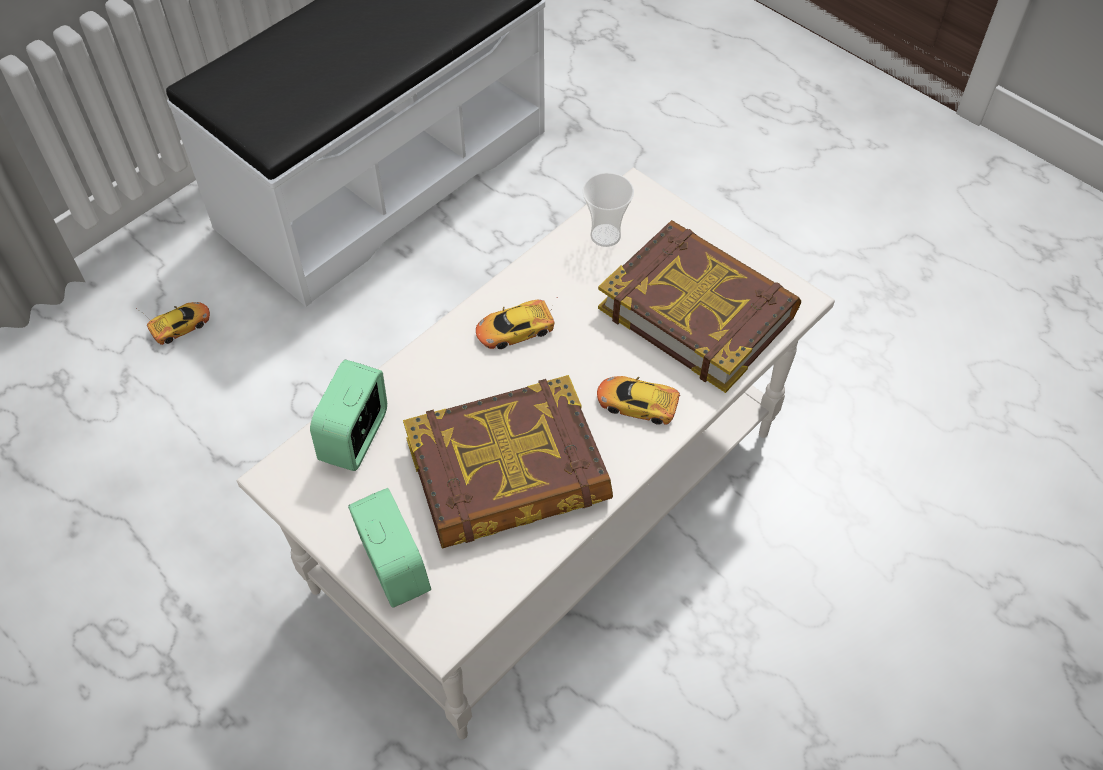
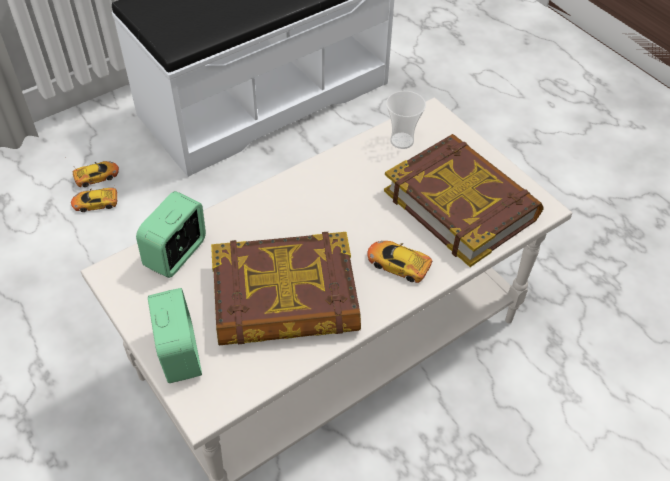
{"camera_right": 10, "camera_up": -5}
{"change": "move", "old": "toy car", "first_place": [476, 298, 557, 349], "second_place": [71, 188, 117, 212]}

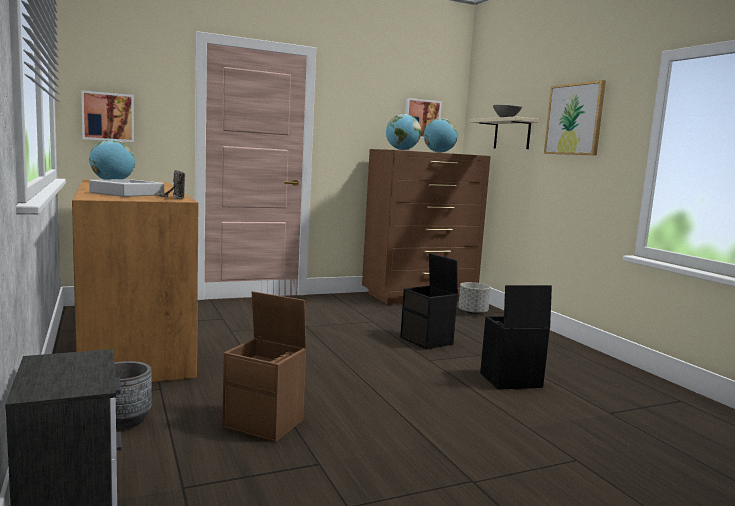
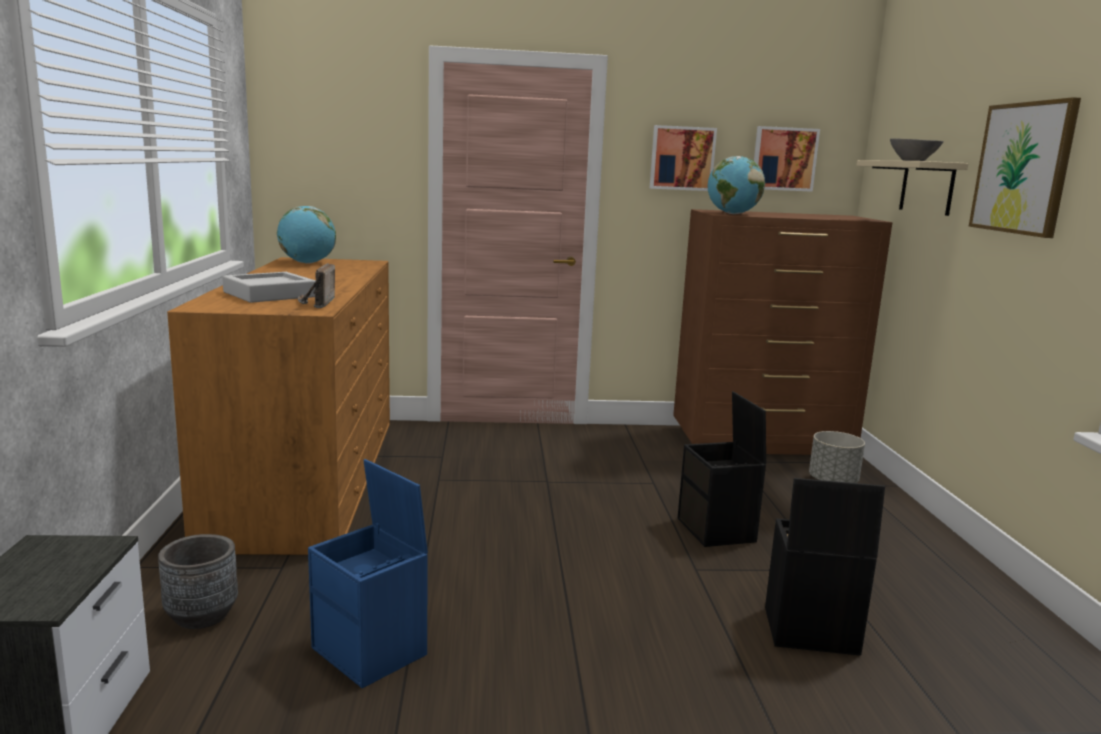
{"camera_right": 20, "camera_up": 5}
{"change": "move", "old": "picture", "first_place": [81, 90, 134, 142], "second_place": [650, 125, 717, 191]}
{"change": "delete", "old": "globe", "first_place": [424, 118, 457, 153]}
{"change": "recolor", "old": "brown storage box", "new": "blue storage box", "first_place": [222, 291, 306, 442], "second_place": [308, 459, 428, 688]}

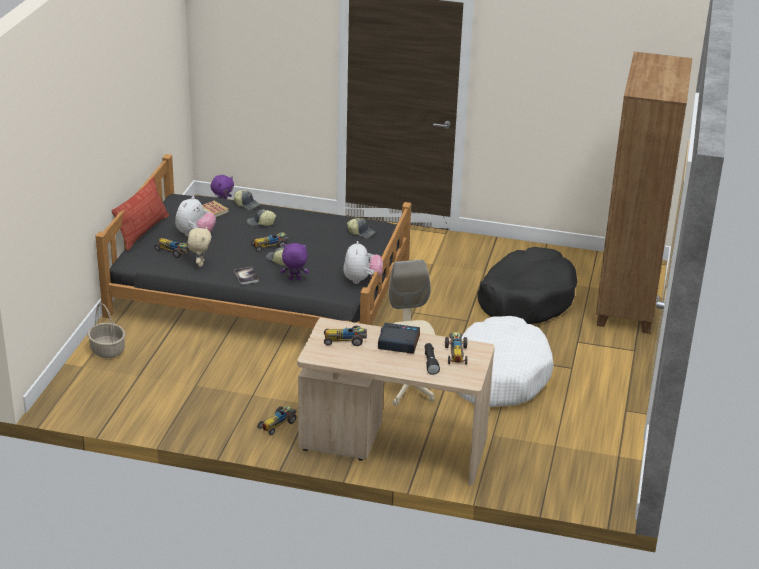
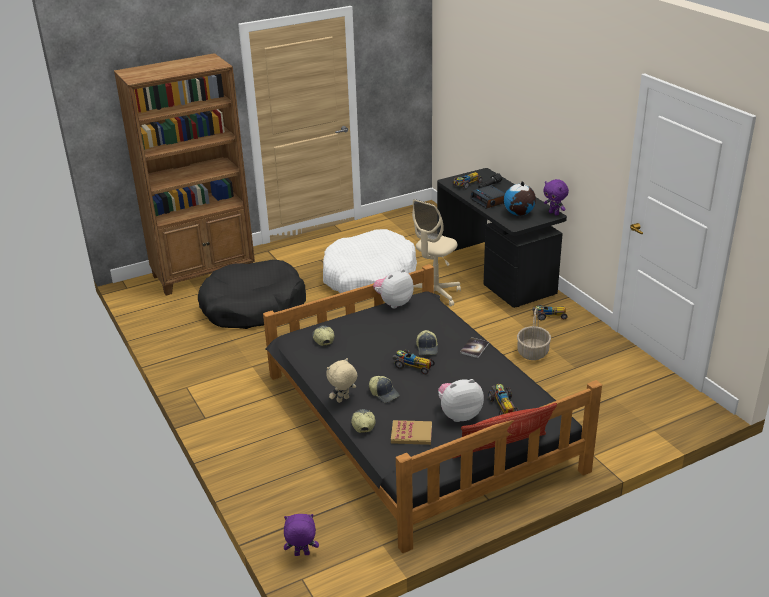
{"camera_right": -130, "camera_up": 0}
{"change": "move", "old": "beige plush toy", "first_place": [187, 227, 211, 267], "second_place": [326, 358, 358, 403]}
{"change": "move", "old": "purple plush toy", "first_place": [281, 243, 309, 280], "second_place": [543, 179, 569, 216]}
{"change": "move", "old": "basket", "first_place": [88, 303, 125, 358], "second_place": [517, 308, 551, 360]}
{"change": "recolor", "old": "beige desk", "new": "black desk", "first_place": [297, 318, 495, 485], "second_place": [437, 168, 567, 308]}
{"change": "replace", "old": "toy car", "new": "globe", "first_place": [324, 326, 367, 346], "second_place": [504, 181, 536, 216]}

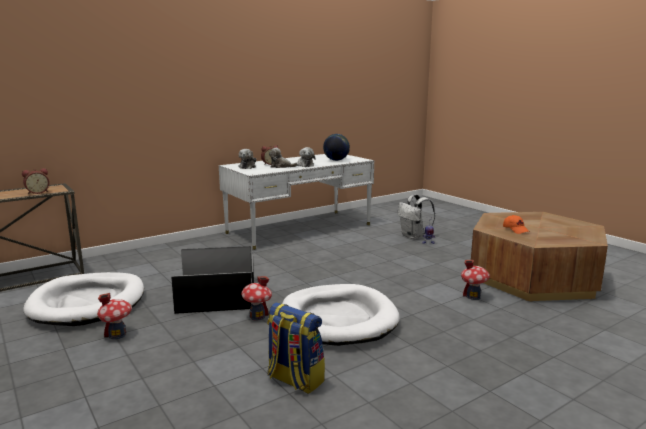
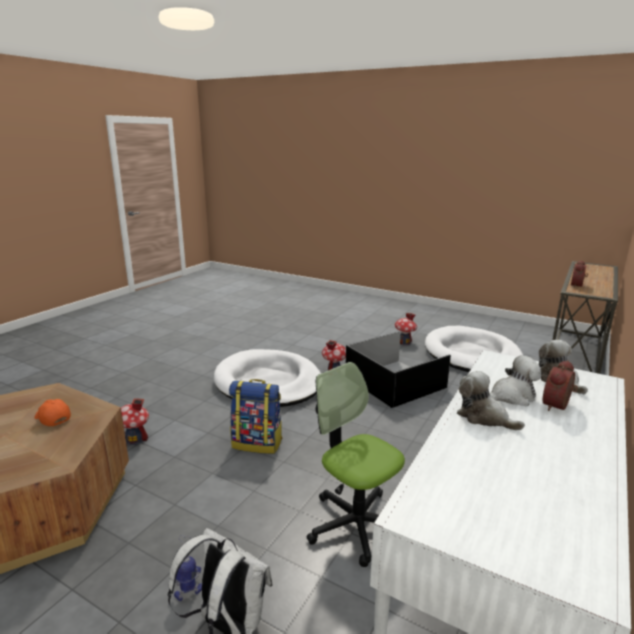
{"camera_right": 155, "camera_up": 5}
{"change": "delete", "old": "globe", "first_place": [323, 134, 350, 161]}
{"change": "move", "old": "backpack", "first_place": [267, 302, 325, 394], "second_place": [229, 379, 282, 454]}
{"change": "insert", "new": "office chair", "second_place": [306, 362, 405, 567]}

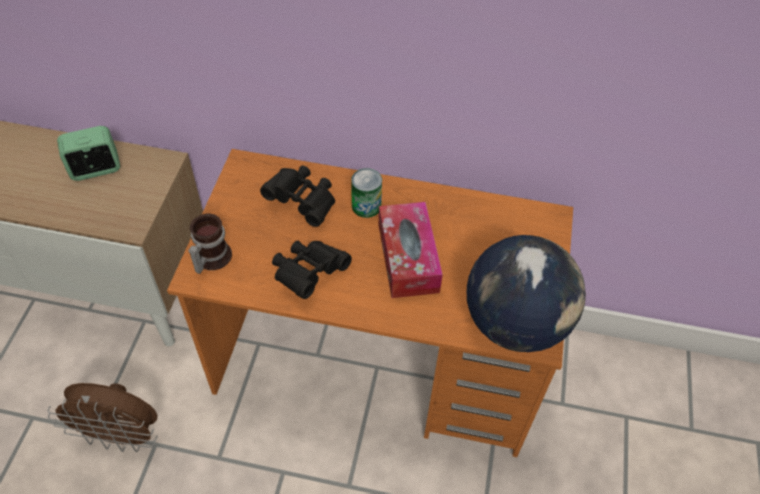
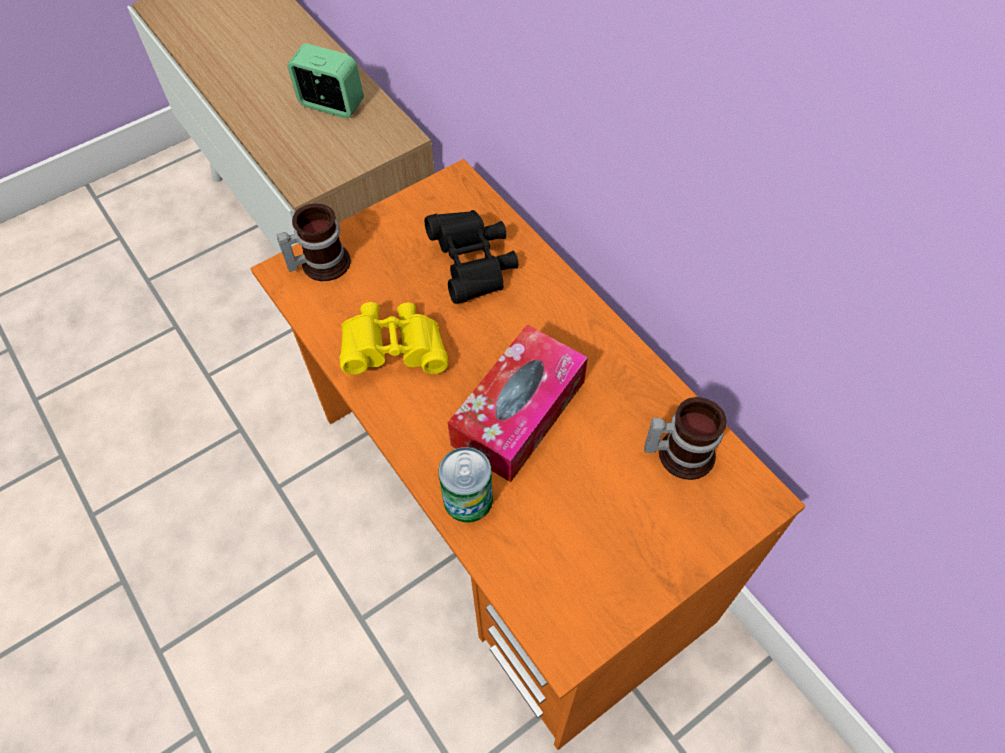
{"camera_right": 45, "camera_up": 5}
{"change": "move", "old": "can", "first_place": [351, 168, 382, 218], "second_place": [439, 447, 493, 523]}
{"change": "delete", "old": "globe", "first_place": [467, 235, 586, 352]}
{"change": "recolor", "old": "black binoculars", "new": "yellow binoculars", "first_place": [272, 241, 352, 299], "second_place": [339, 302, 448, 375]}
{"change": "delete", "old": "brown fan", "first_place": [48, 383, 158, 452]}
{"change": "insert", "new": "mug", "second_place": [644, 397, 727, 480]}

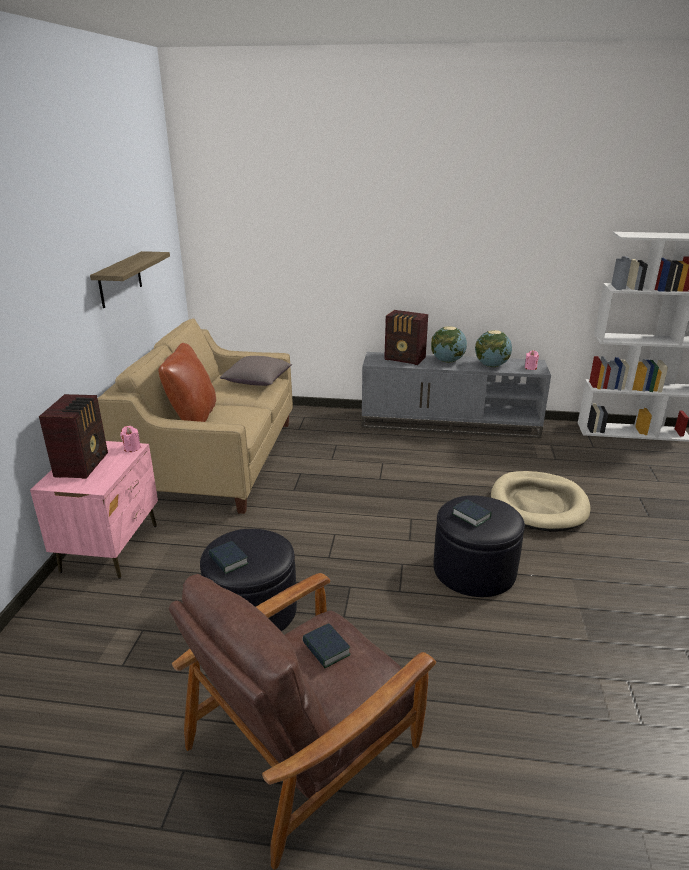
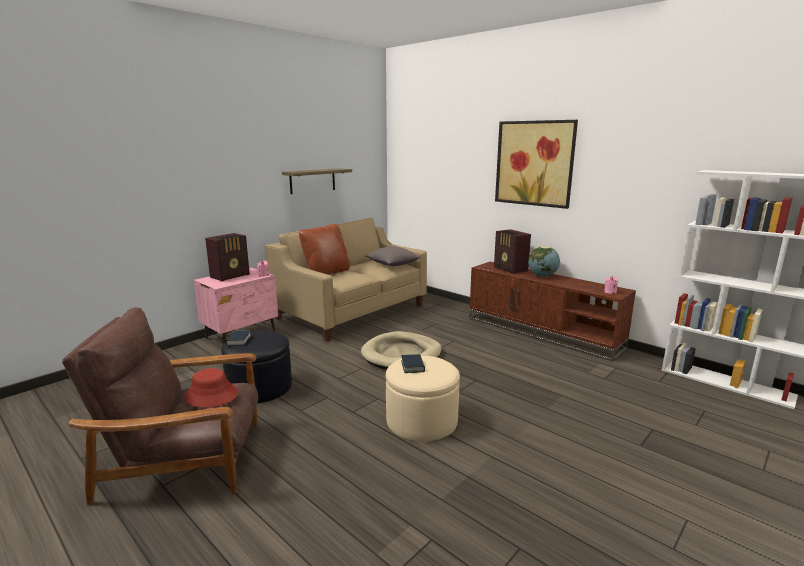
{"camera_right": 35, "camera_up": -10}
{"change": "delete", "old": "globe", "first_place": [475, 330, 512, 367]}
{"change": "recolor", "old": "grey tv stand", "new": "brown tv stand", "first_place": [362, 352, 551, 438], "second_place": [469, 262, 636, 362]}
{"change": "move", "old": "beige dog bed", "first_place": [491, 471, 590, 532], "second_place": [361, 331, 442, 369]}
{"change": "recolor", "old": "black ottoman", "new": "beige ottoman", "first_place": [434, 495, 525, 597], "second_place": [386, 356, 460, 442]}
{"change": "replace", "old": "book", "new": "red hat", "first_place": [303, 623, 351, 668], "second_place": [184, 368, 238, 407]}
{"change": "insert", "new": "picture", "second_place": [495, 120, 578, 209]}

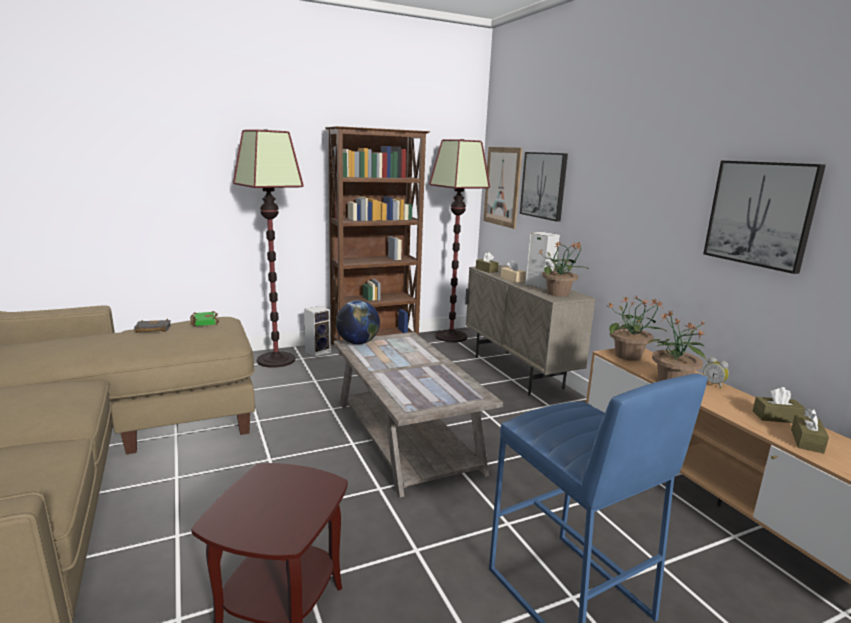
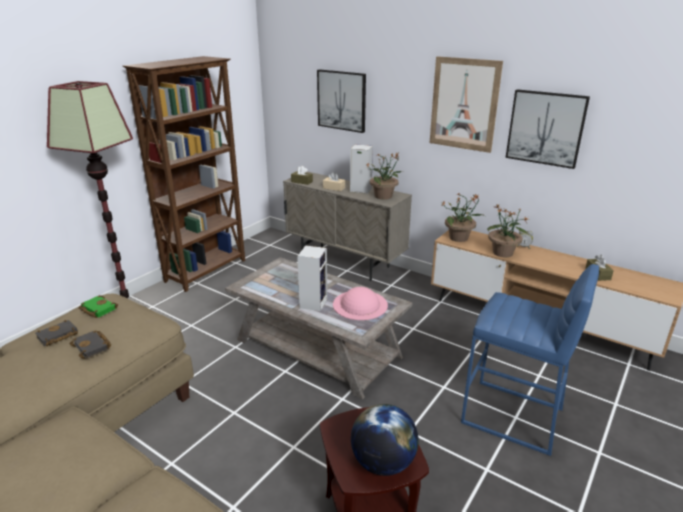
{"camera_right": -30, "camera_up": 10}
{"change": "delete", "old": "floor lamp", "first_place": [429, 139, 490, 342]}
{"change": "move", "old": "picture", "first_place": [483, 147, 522, 229], "second_place": [430, 56, 503, 153]}
{"change": "move", "old": "globe", "first_place": [336, 300, 380, 344], "second_place": [351, 404, 419, 476]}
{"change": "move", "old": "speaker", "first_place": [304, 306, 331, 357], "second_place": [297, 245, 327, 311]}
{"change": "delete", "old": "brown tissue box", "first_place": [753, 387, 806, 423]}
{"change": "insert", "new": "pink hat", "second_place": [333, 287, 388, 320]}
{"change": "insert", "new": "black book", "second_place": [70, 331, 111, 359]}

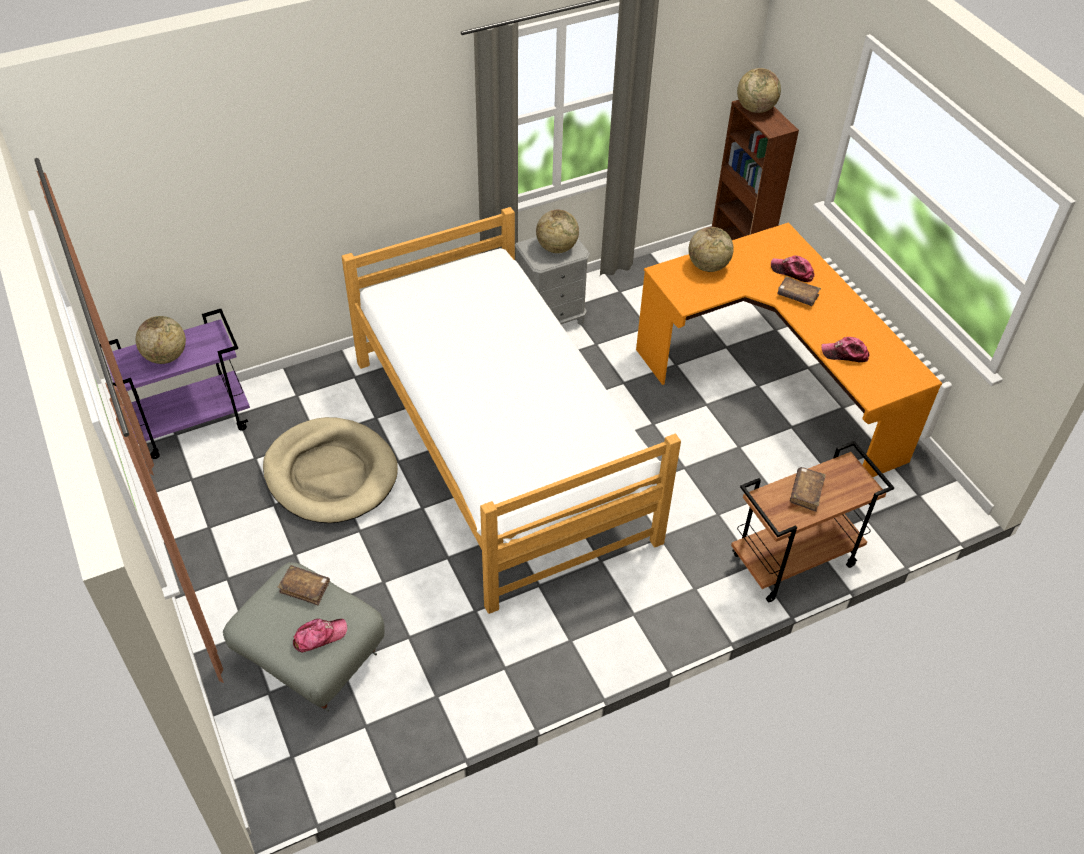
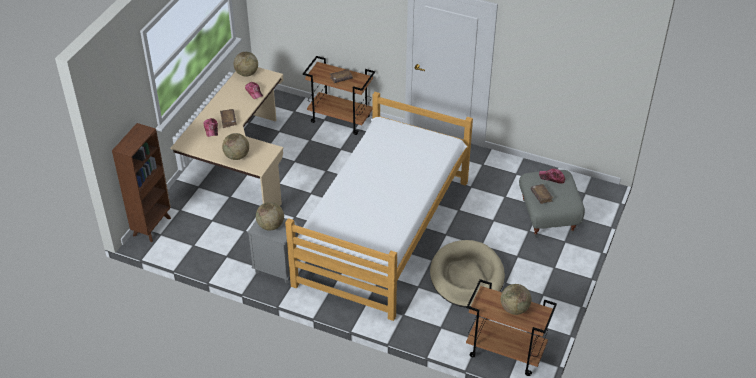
{"camera_right": -130, "camera_up": -5}
{"change": "move", "old": "globe", "first_place": [737, 68, 781, 113], "second_place": [234, 52, 258, 77]}
{"change": "recolor", "old": "orange desk", "new": "beige desk", "first_place": [636, 223, 942, 477], "second_place": [170, 67, 284, 206]}
{"change": "recolor", "old": "purple cart", "new": "brown cart", "first_place": [100, 309, 250, 459], "second_place": [466, 279, 557, 376]}

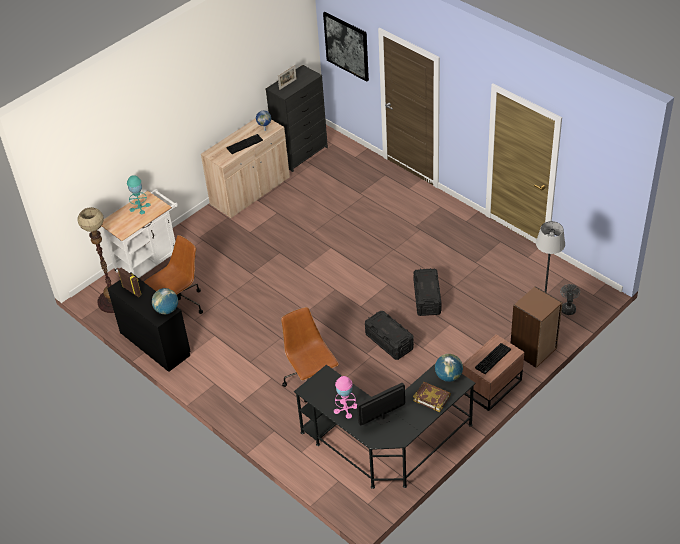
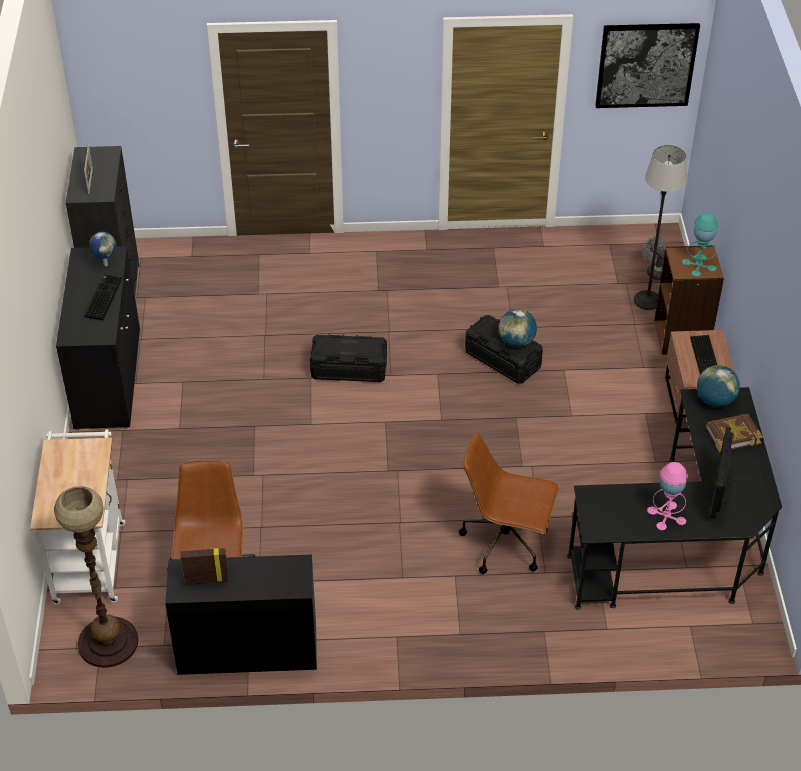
{"camera_right": -50, "camera_up": 0}
{"change": "move", "old": "picture", "first_place": [323, 12, 369, 82], "second_place": [595, 23, 700, 108]}
{"change": "recolor", "old": "beige cabinet", "new": "black cabinet", "first_place": [201, 118, 290, 218], "second_place": [56, 246, 140, 430]}
{"change": "move", "old": "turquoise table lamp", "first_place": [127, 175, 151, 214], "second_place": [682, 213, 718, 277]}
{"change": "move", "old": "globe", "first_place": [152, 288, 178, 314], "second_place": [499, 309, 537, 347]}
{"change": "move", "old": "black storage box", "first_place": [365, 311, 414, 360], "second_place": [310, 334, 387, 382]}

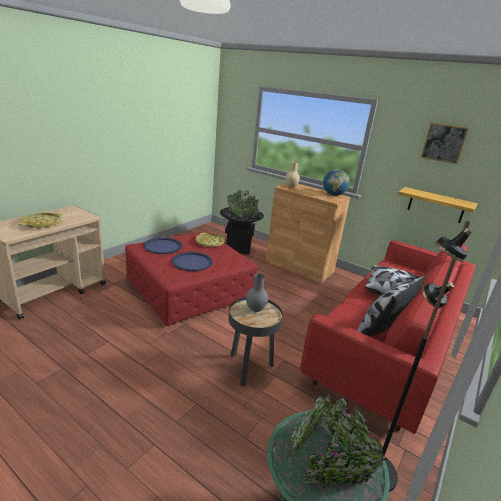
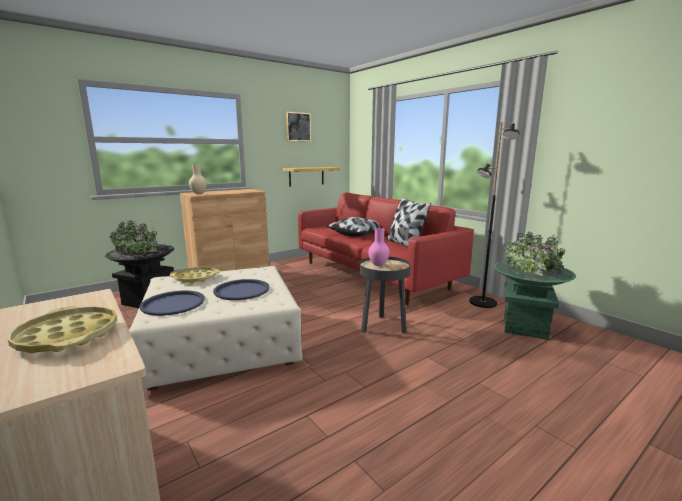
{"camera_right": -70, "camera_up": -10}
{"change": "delete", "old": "globe", "first_place": [323, 169, 349, 196]}
{"change": "recolor", "old": "red ottoman", "new": "beige ottoman", "first_place": [125, 231, 258, 326], "second_place": [129, 266, 302, 391]}
{"change": "recolor", "old": "grey vase", "new": "pink vase", "first_place": [246, 273, 268, 312], "second_place": [368, 228, 390, 266]}

